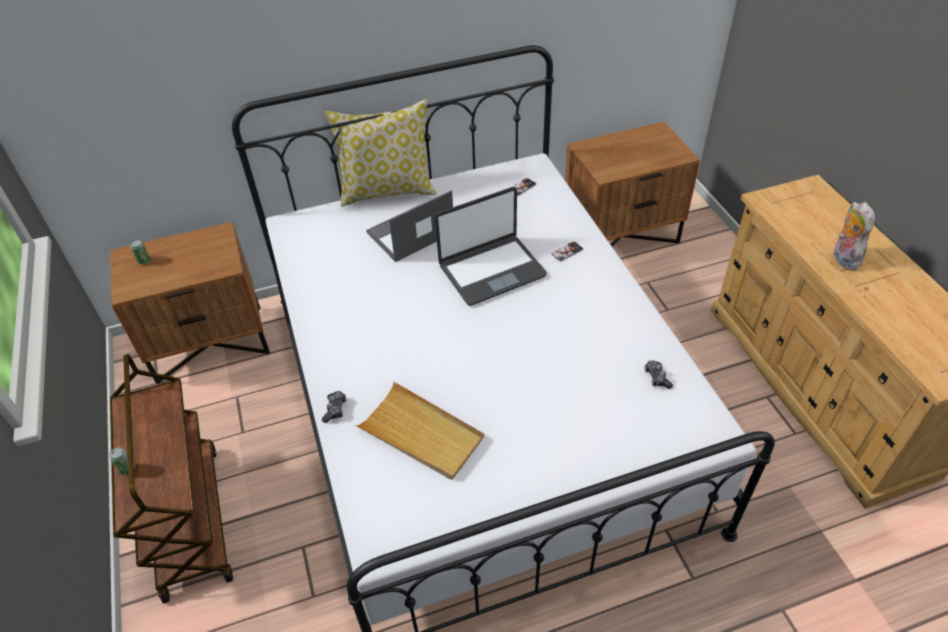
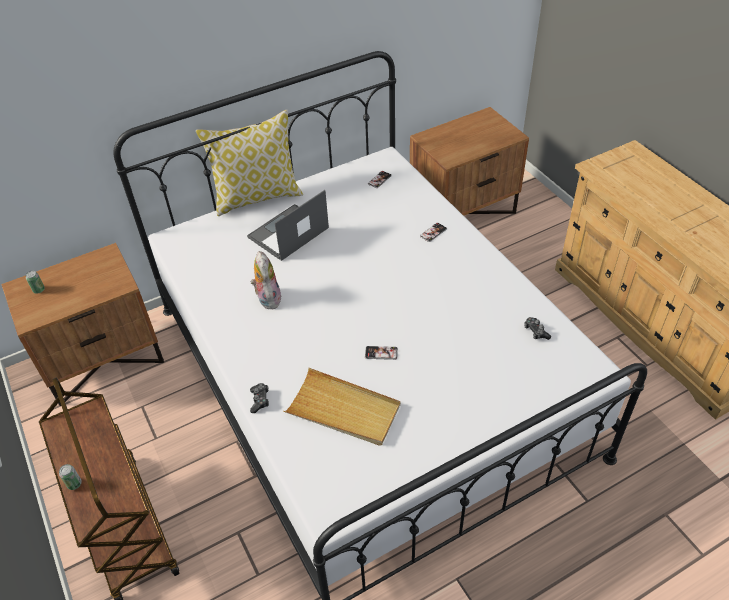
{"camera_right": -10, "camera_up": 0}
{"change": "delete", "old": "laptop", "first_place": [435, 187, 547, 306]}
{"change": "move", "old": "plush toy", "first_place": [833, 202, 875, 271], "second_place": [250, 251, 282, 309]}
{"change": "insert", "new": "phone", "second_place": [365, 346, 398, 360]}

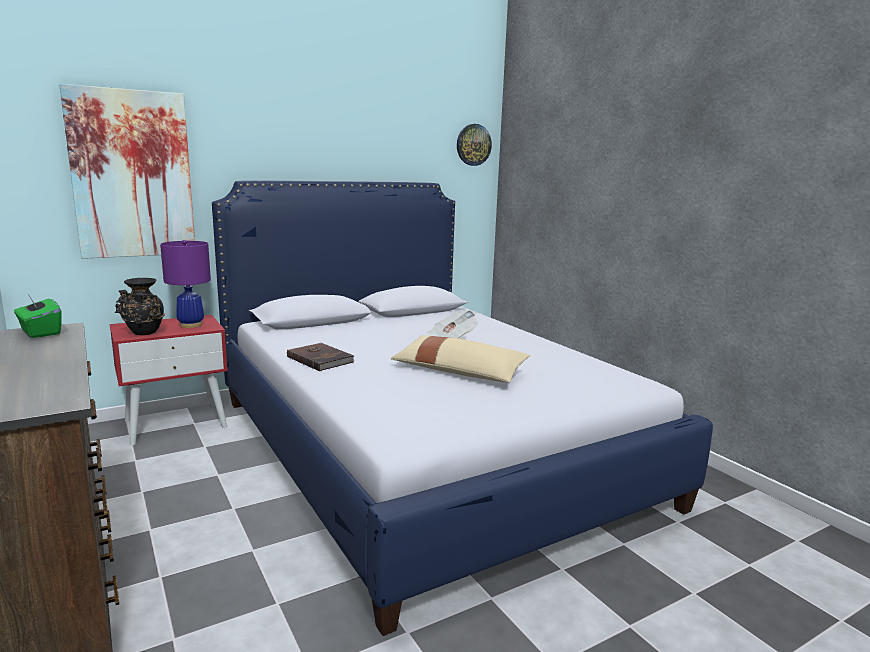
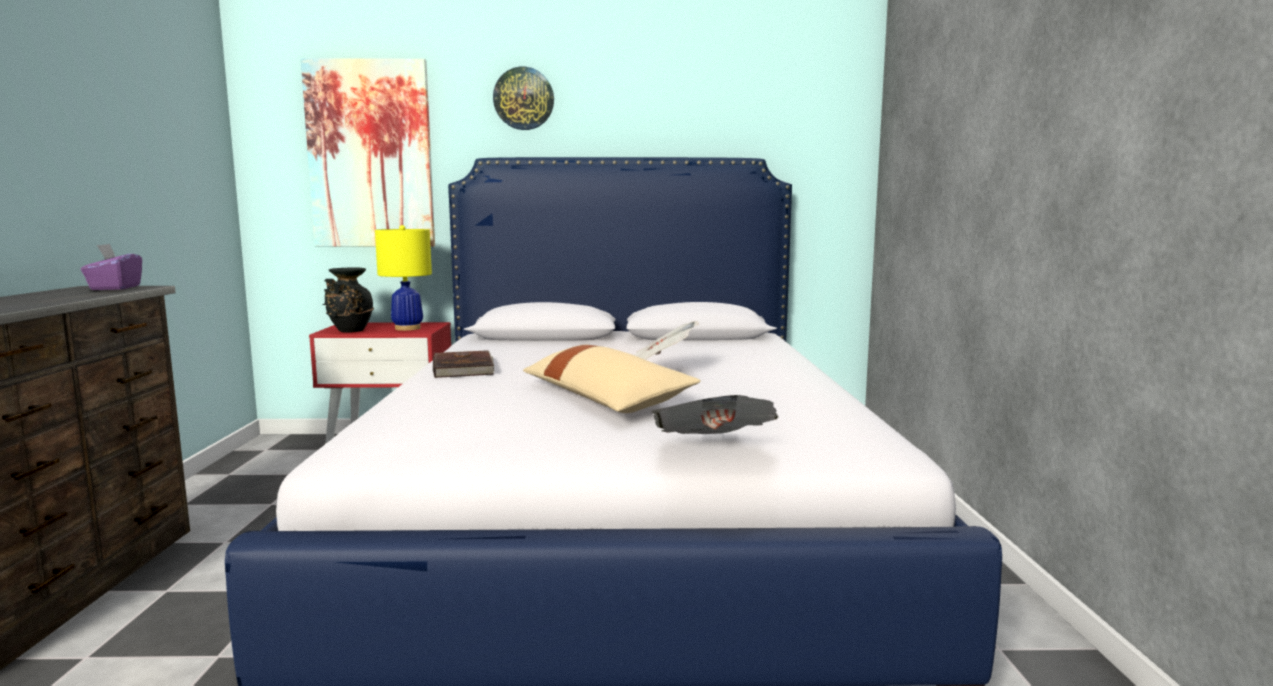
{"camera_right": 30, "camera_up": -5}
{"change": "move", "old": "wall clock", "first_place": [457, 124, 492, 166], "second_place": [493, 67, 554, 130]}
{"change": "recolor", "old": "purple table lamp", "new": "yellow table lamp", "first_place": [160, 240, 211, 328], "second_place": [375, 225, 432, 331]}
{"change": "recolor", "old": "green tissue box", "new": "purple tissue box", "first_place": [14, 294, 62, 338], "second_place": [81, 244, 142, 290]}
{"change": "insert", "new": "newspaper", "second_place": [651, 395, 778, 434]}

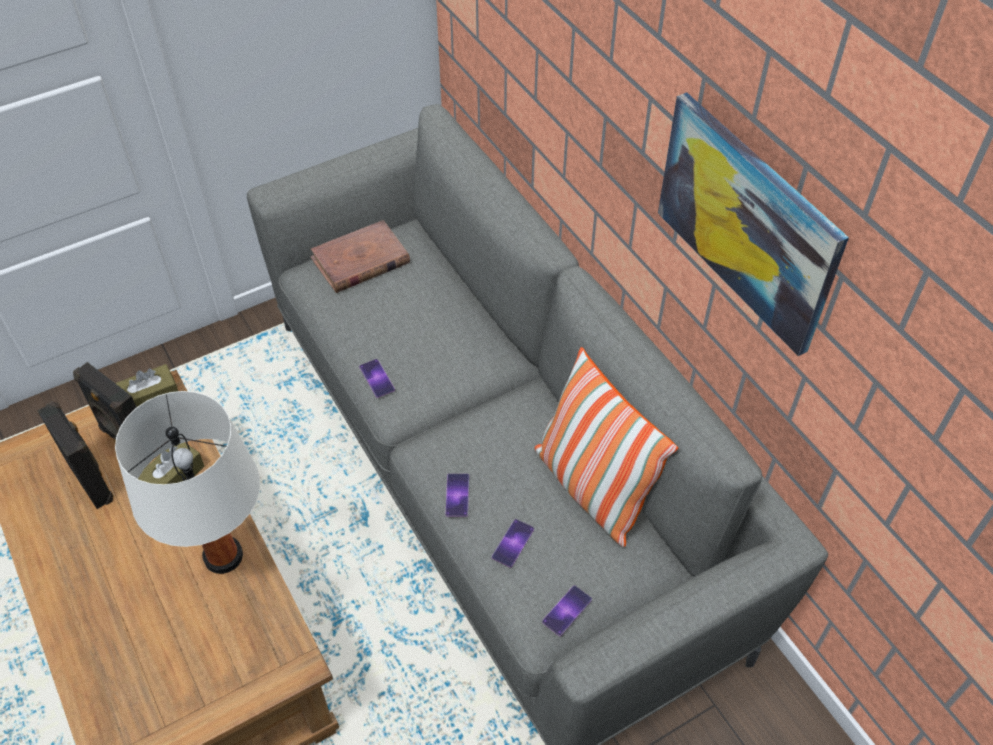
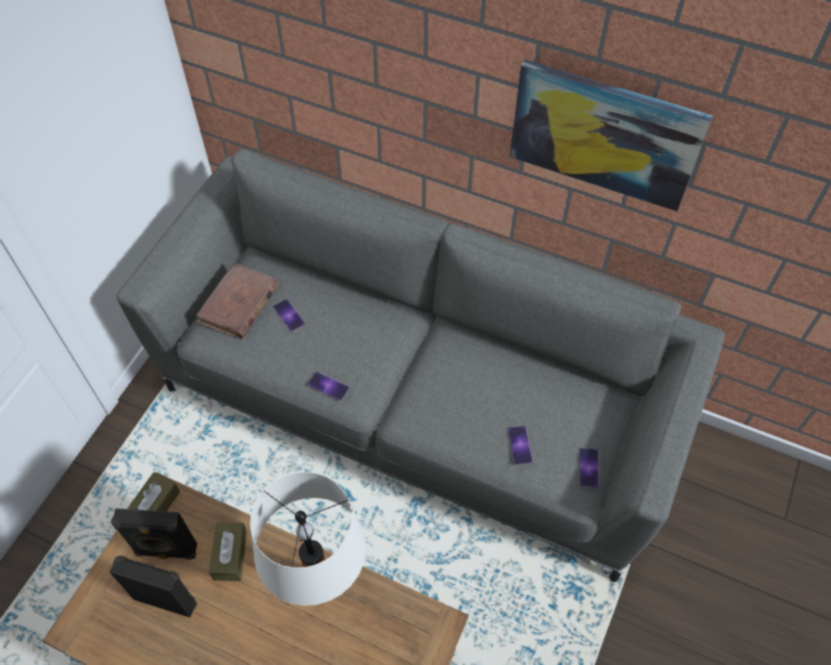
{"camera_right": -35, "camera_up": 5}
{"change": "delete", "old": "pillow", "first_place": [535, 347, 678, 547]}
{"change": "move", "old": "phone", "first_place": [446, 474, 469, 517], "second_place": [273, 299, 305, 332]}

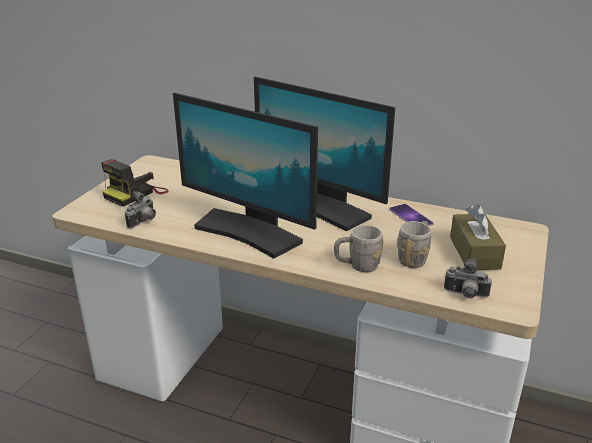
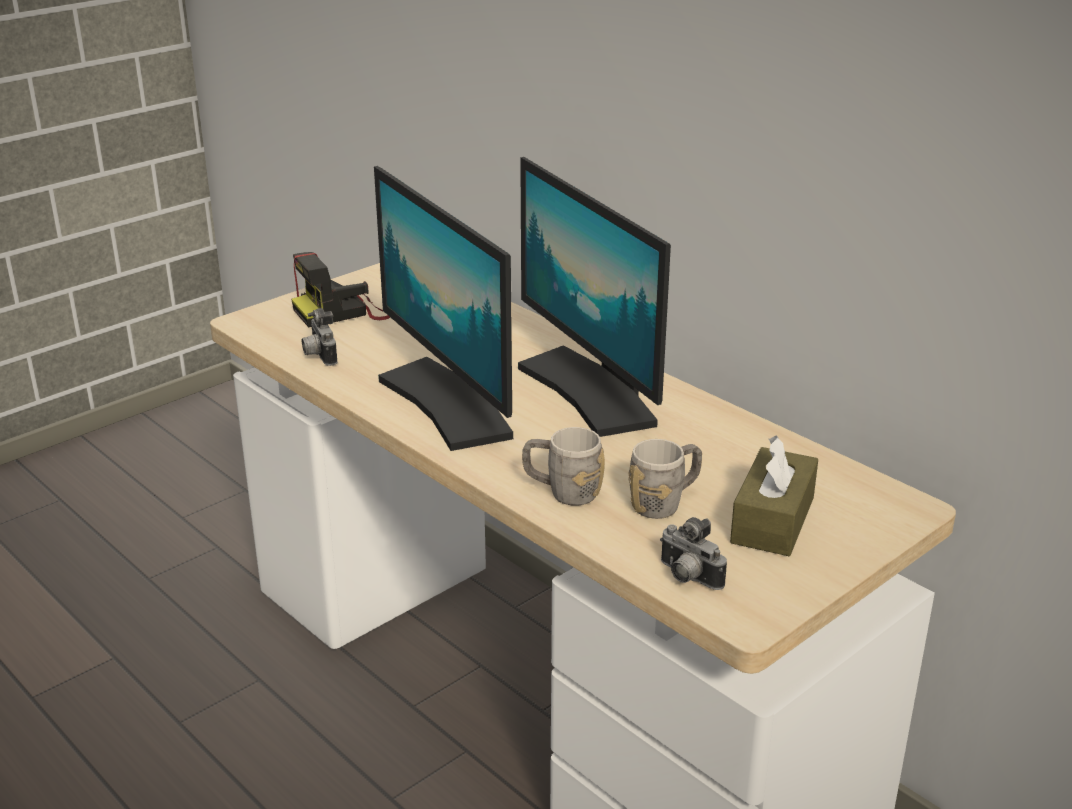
{"camera_right": 25, "camera_up": 0}
{"change": "rotate", "old": "photo camera", "first_place": [125, 191, 156, 228], "second_place": [302, 308, 337, 366], "degrees": 105}
{"change": "delete", "old": "phone", "first_place": [389, 204, 434, 226]}

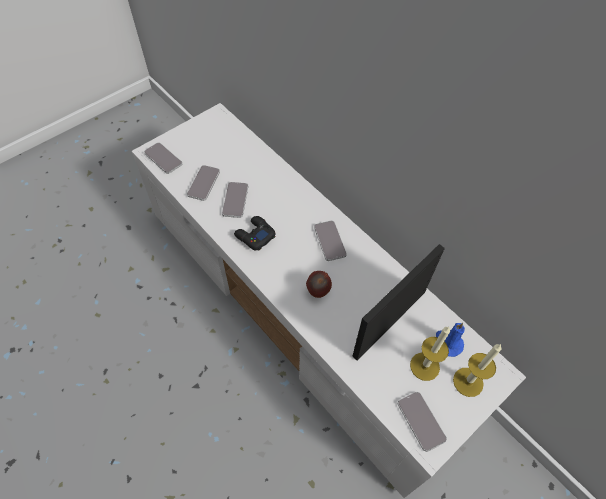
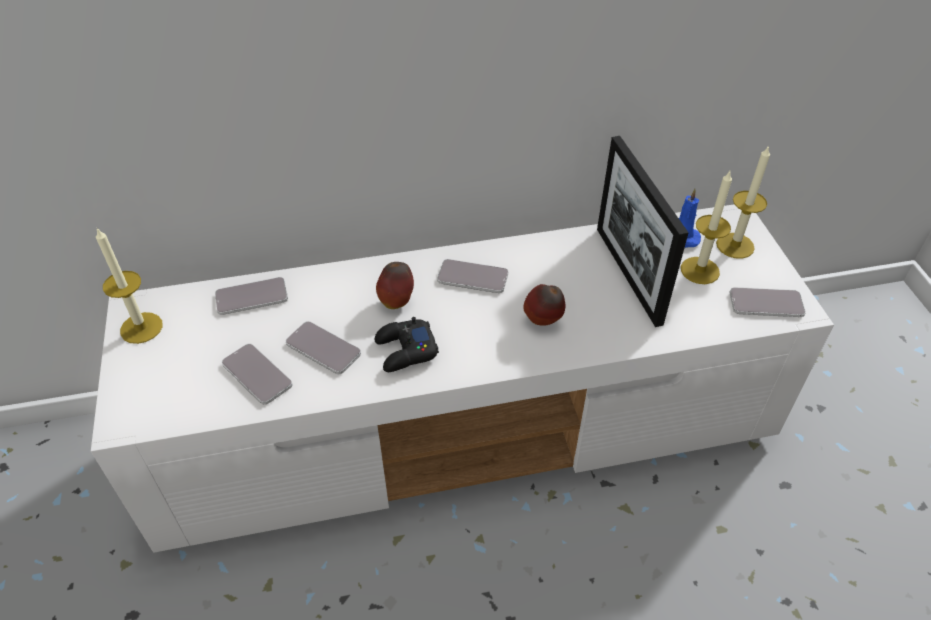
{"camera_right": -60, "camera_up": -10}
{"change": "move", "old": "phone", "first_place": [144, 142, 182, 174], "second_place": [215, 277, 288, 315]}
{"change": "insert", "new": "candle", "second_place": [96, 228, 163, 344]}
{"change": "insert", "new": "apple", "second_place": [376, 262, 414, 309]}

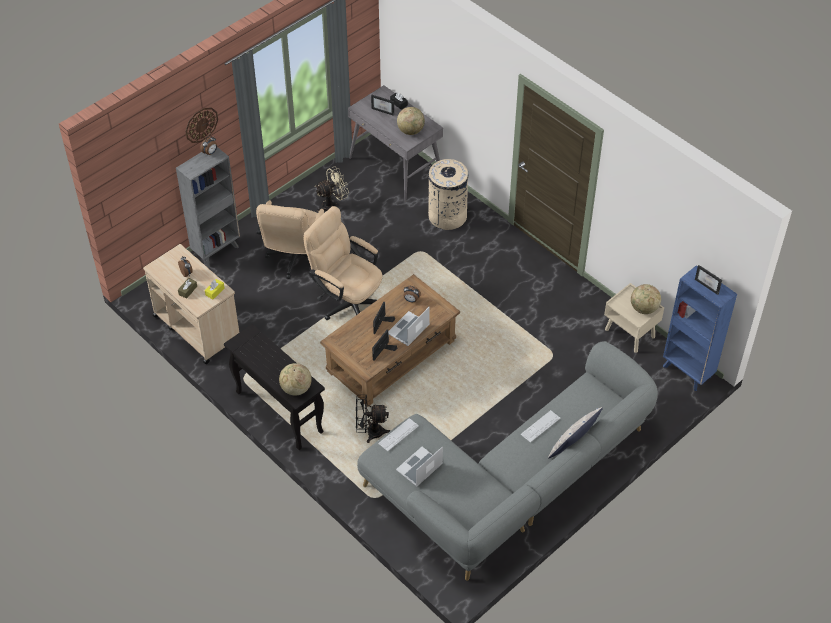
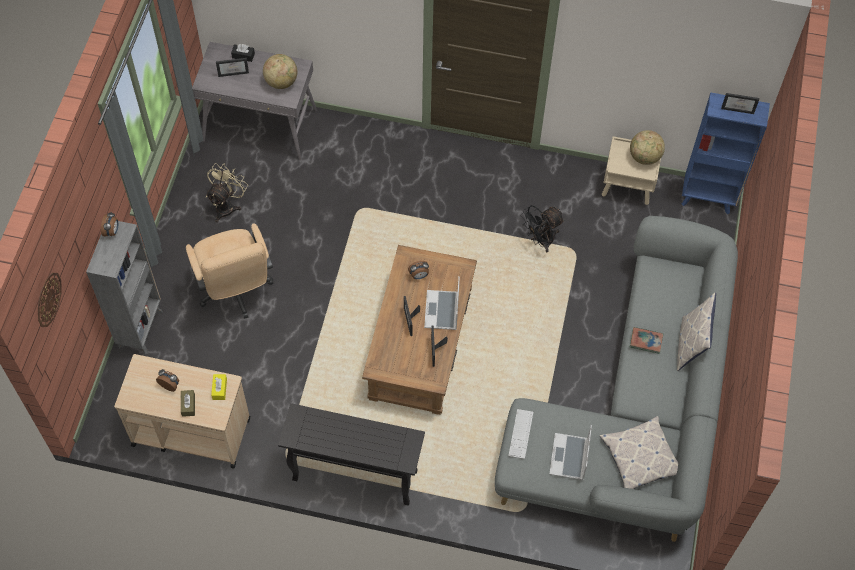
{"camera_right": -35, "camera_up": 10}
{"change": "move", "old": "wall clock", "first_place": [185, 107, 218, 143], "second_place": [38, 273, 62, 327]}
{"change": "delete", "old": "beige trash can", "first_place": [428, 159, 468, 230]}
{"change": "delete", "old": "beige office chair", "first_place": [303, 206, 383, 320]}
{"change": "delete", "old": "globe", "first_place": [279, 363, 312, 395]}
{"change": "move", "old": "black fan", "first_place": [356, 395, 390, 443], "second_place": [520, 205, 565, 252]}
{"change": "replace", "old": "keyboard", "new": "book", "first_place": [520, 410, 561, 443], "second_place": [630, 327, 663, 354]}
{"change": "insert", "new": "pillow", "second_place": [599, 416, 678, 489]}

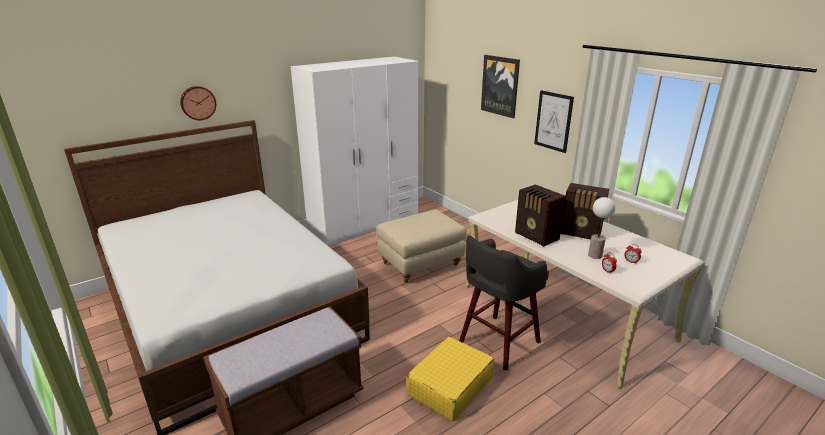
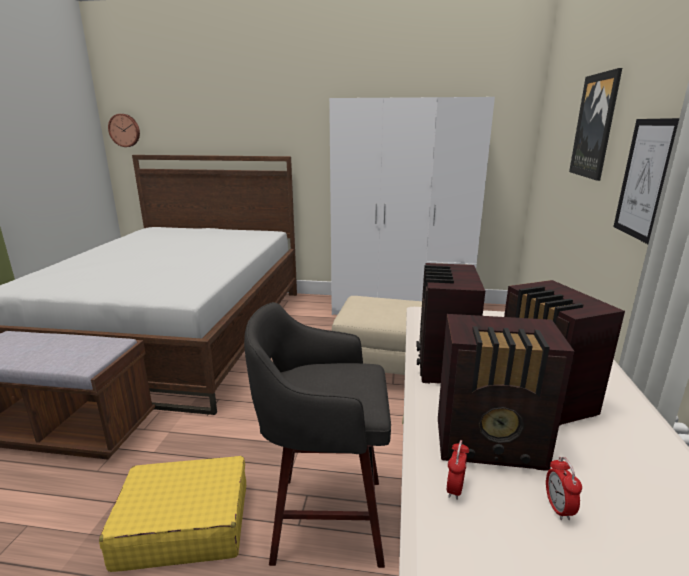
{"camera_right": 45, "camera_up": -5}
{"change": "move", "old": "wall clock", "first_place": [180, 86, 216, 120], "second_place": [108, 114, 140, 147]}
{"change": "replace", "old": "table lamp", "new": "radio", "first_place": [588, 197, 615, 259], "second_place": [438, 314, 574, 471]}

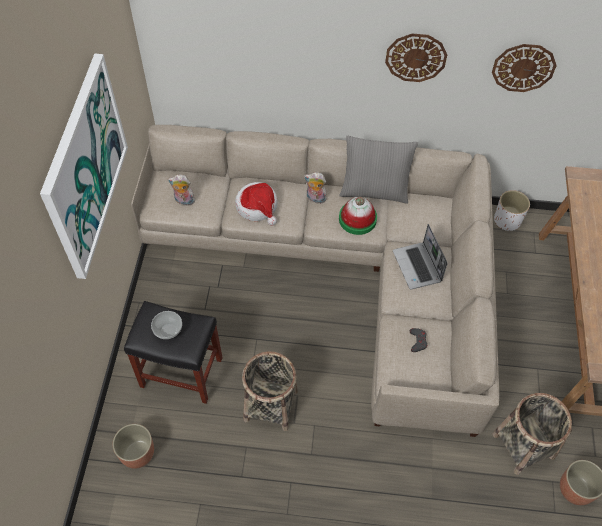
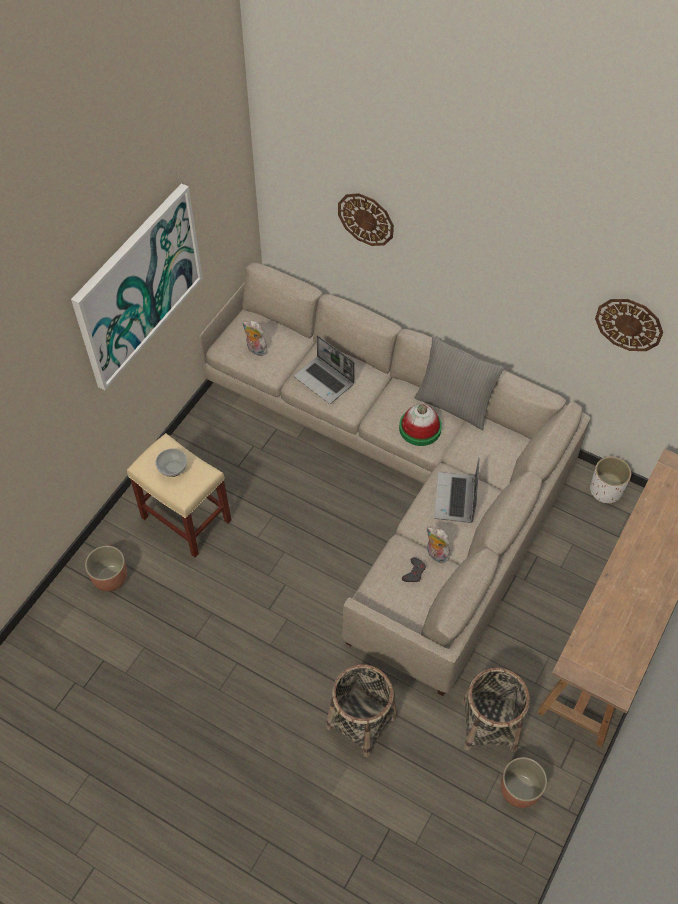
{"camera_right": 25, "camera_up": 0}
{"change": "move", "old": "wall clock", "first_place": [385, 33, 447, 82], "second_place": [338, 193, 394, 246]}
{"change": "move", "old": "plush toy", "first_place": [304, 172, 327, 204], "second_place": [427, 526, 450, 563]}
{"change": "replace", "old": "hat", "new": "laptop", "first_place": [235, 182, 278, 225], "second_place": [294, 335, 355, 404]}
{"change": "recolor", "old": "black stool", "new": "beige stool", "first_place": [124, 301, 223, 404], "second_place": [127, 433, 232, 557]}
{"change": "move", "old": "basket", "first_place": [242, 351, 298, 431], "second_place": [326, 664, 397, 757]}

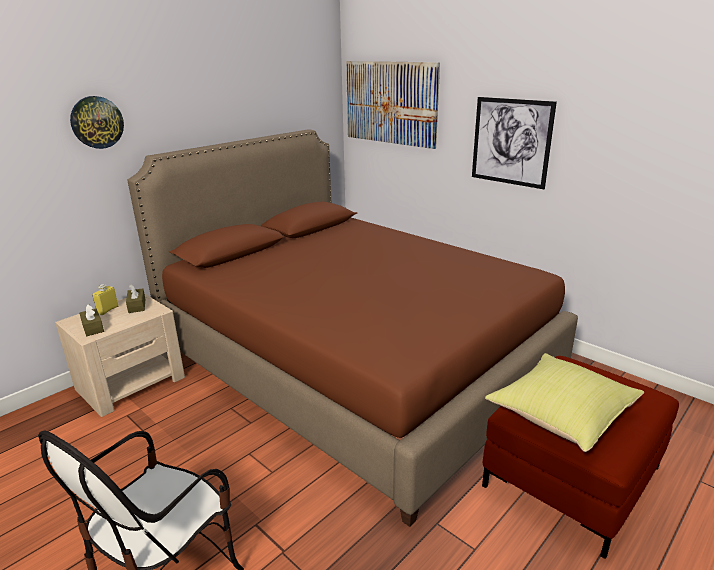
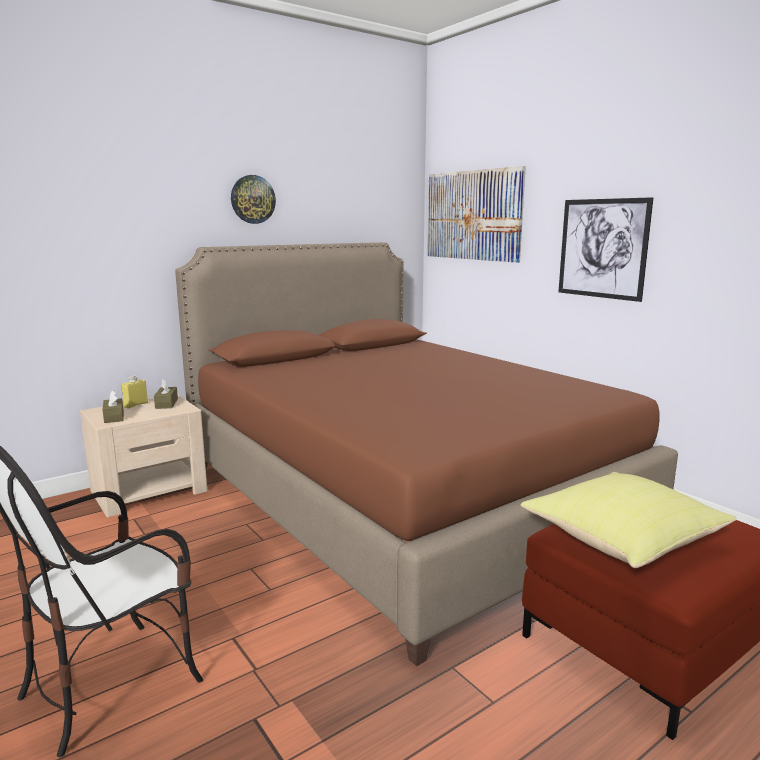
{"camera_right": 10, "camera_up": -10}
{"change": "move", "old": "wall clock", "first_place": [70, 96, 124, 149], "second_place": [231, 175, 276, 224]}

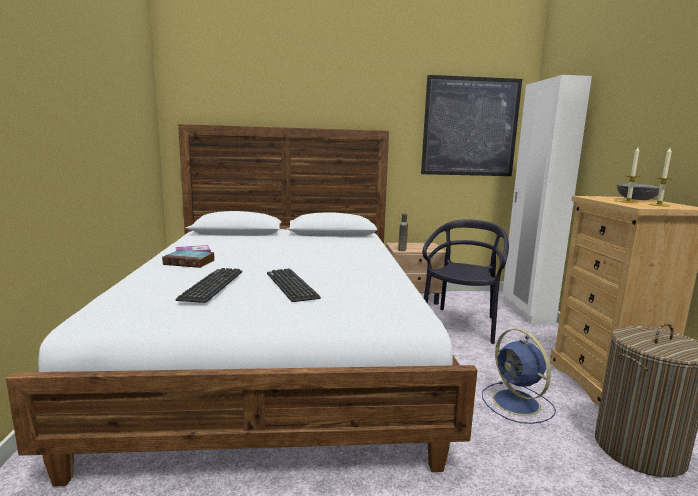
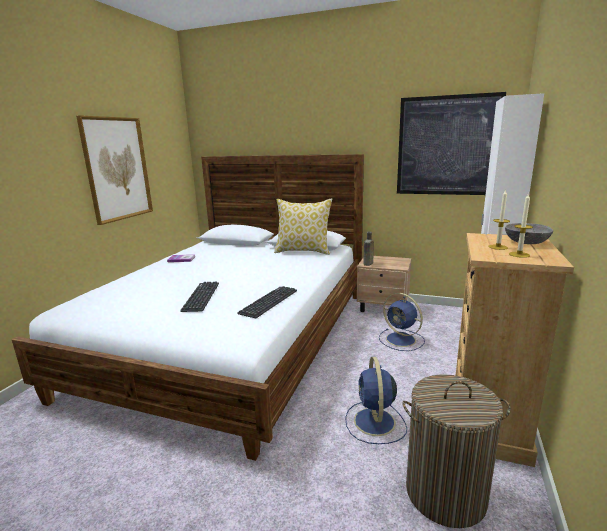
{"camera_right": 25, "camera_up": 5}
{"change": "replace", "old": "black chair", "new": "blue fan", "first_place": [423, 219, 509, 344], "second_place": [379, 293, 425, 351]}
{"change": "delete", "old": "book", "first_place": [162, 250, 215, 268]}
{"change": "move", "old": "keyboard", "first_place": [176, 268, 242, 303], "second_place": [237, 286, 297, 318]}
{"change": "insert", "new": "picture", "second_place": [76, 115, 153, 225]}
{"change": "insert", "new": "pillow", "second_place": [274, 198, 332, 255]}

